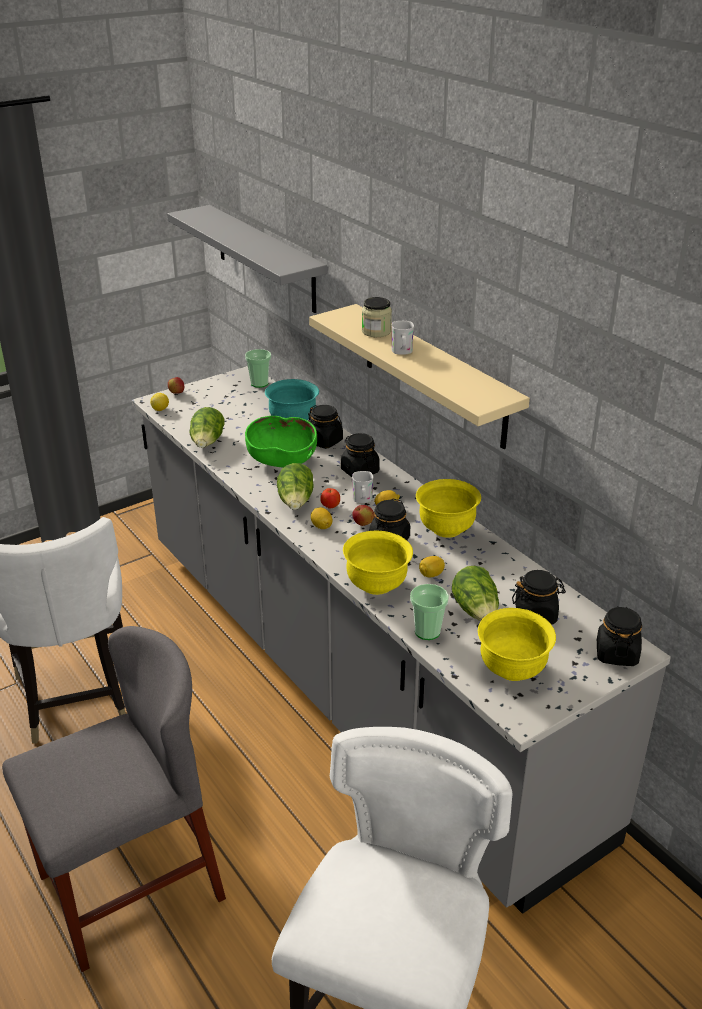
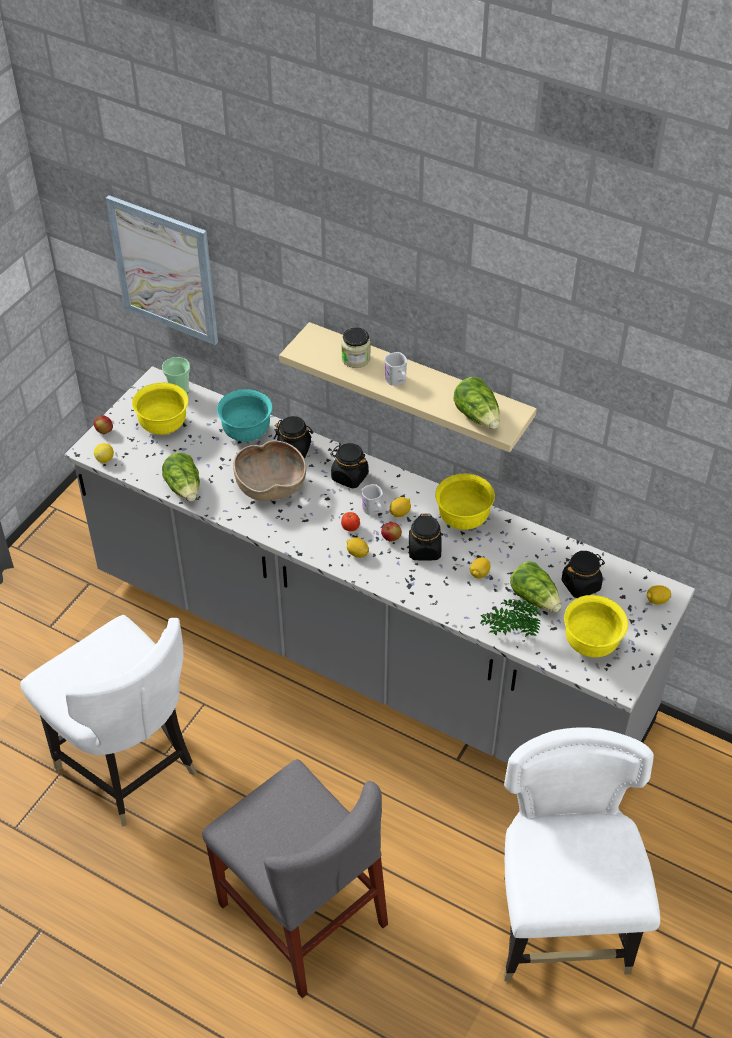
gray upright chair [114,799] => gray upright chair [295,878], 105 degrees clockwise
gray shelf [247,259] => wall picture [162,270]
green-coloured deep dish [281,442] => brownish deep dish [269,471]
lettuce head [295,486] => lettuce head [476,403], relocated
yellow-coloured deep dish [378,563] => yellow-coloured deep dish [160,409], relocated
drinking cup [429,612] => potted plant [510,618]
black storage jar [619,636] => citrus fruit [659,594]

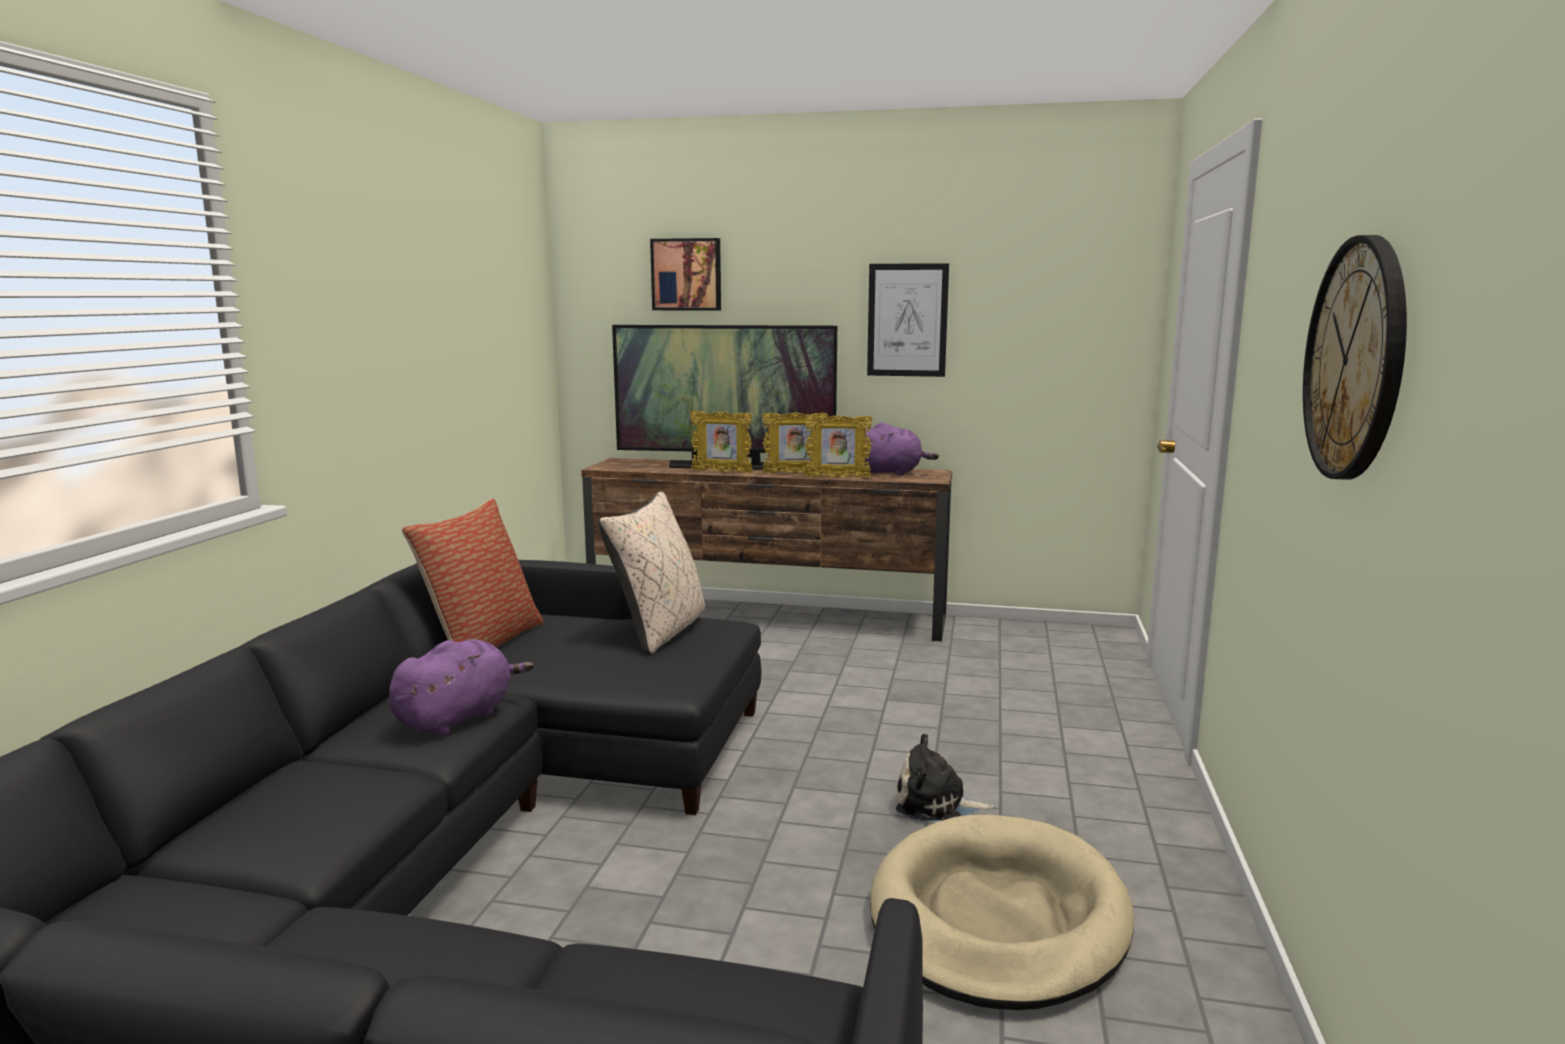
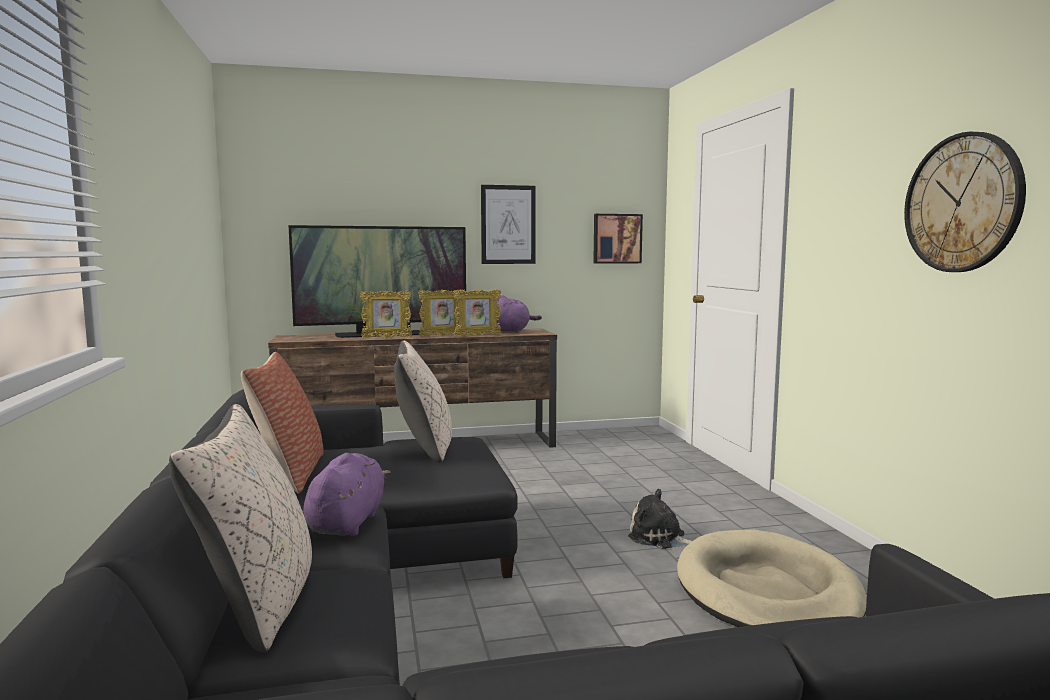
wall picture [685,274] => wall picture [618,239], relocated
cuddly toy [945,777] => cuddly toy [660,519], 45 degrees clockwise
nothing => sand-coloured cushion [240,528]

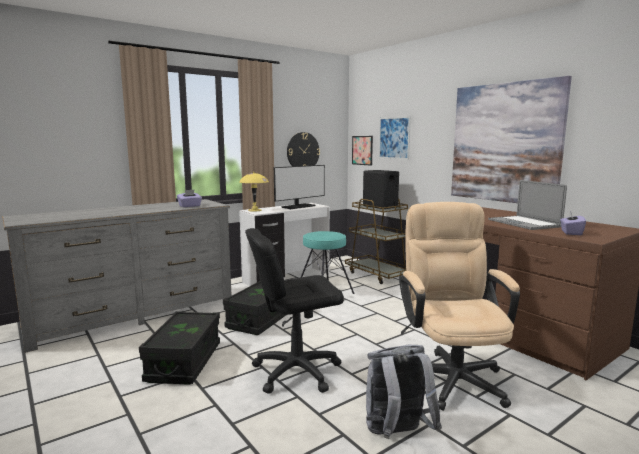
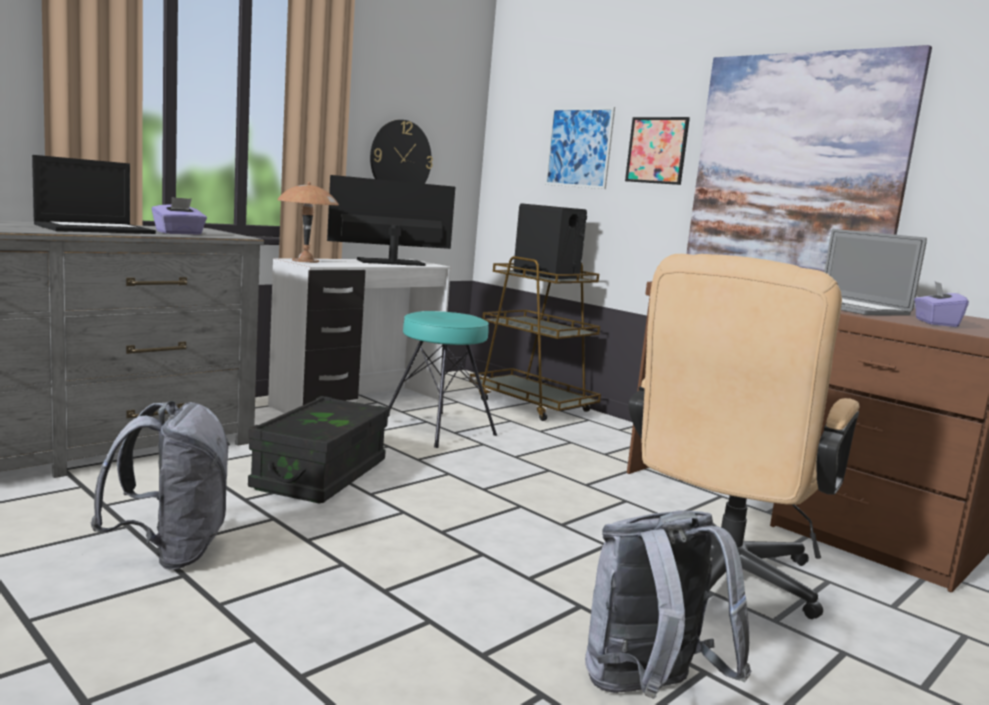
black storage box [179,348] => gray knapsack [160,485]
yellow-coloured table lamp [254,192] => brownish table lamp [308,222]
black desk chair [294,311] => nothing
computer display [299,187] => computer display [391,220], 150 degrees counterclockwise
wall picture [362,151] => wall picture [657,151], relocated
sand-coloured desk chair [459,306] => sand-coloured desk chair [744,436], 135 degrees counterclockwise
nothing => notebook computer [94,194]

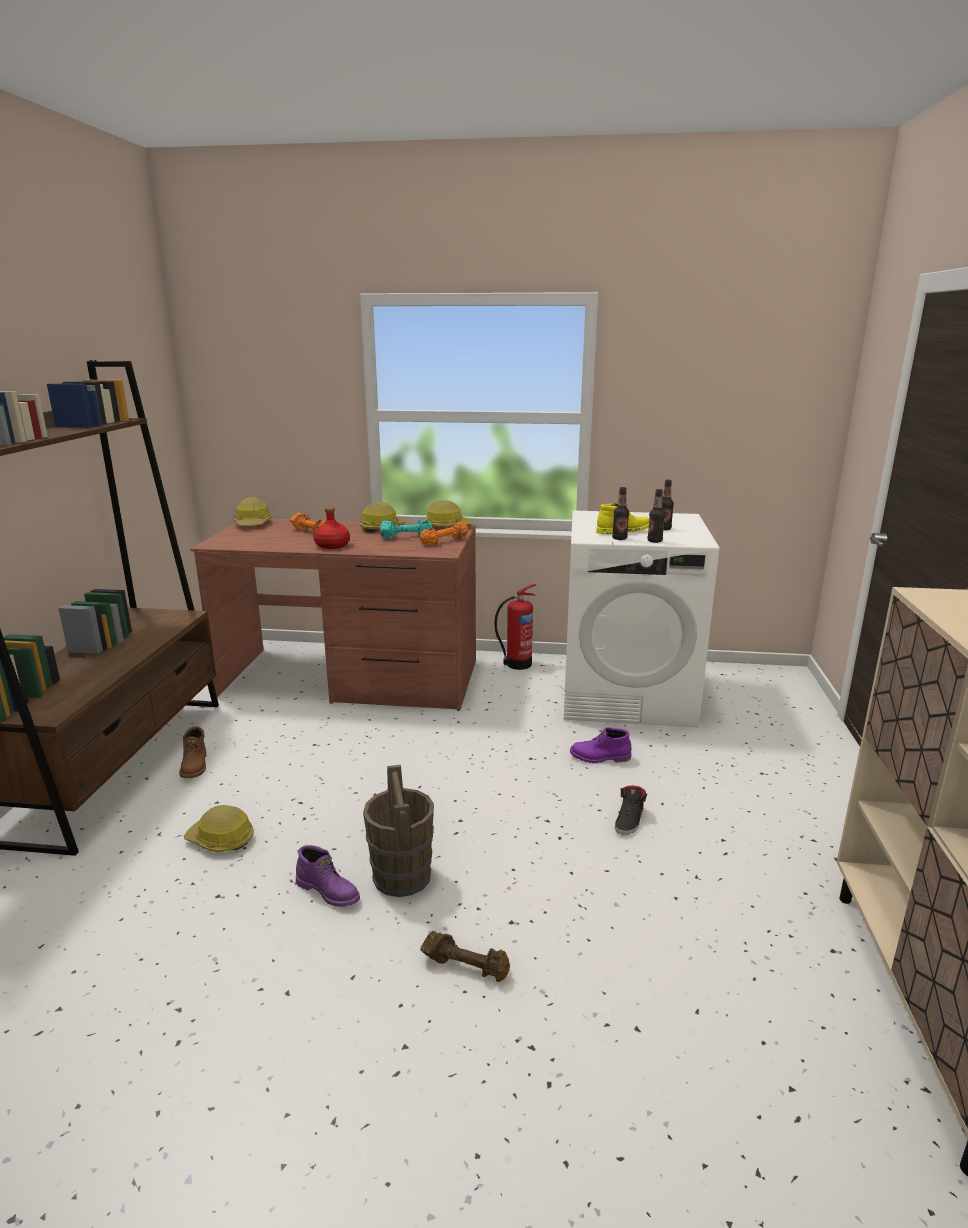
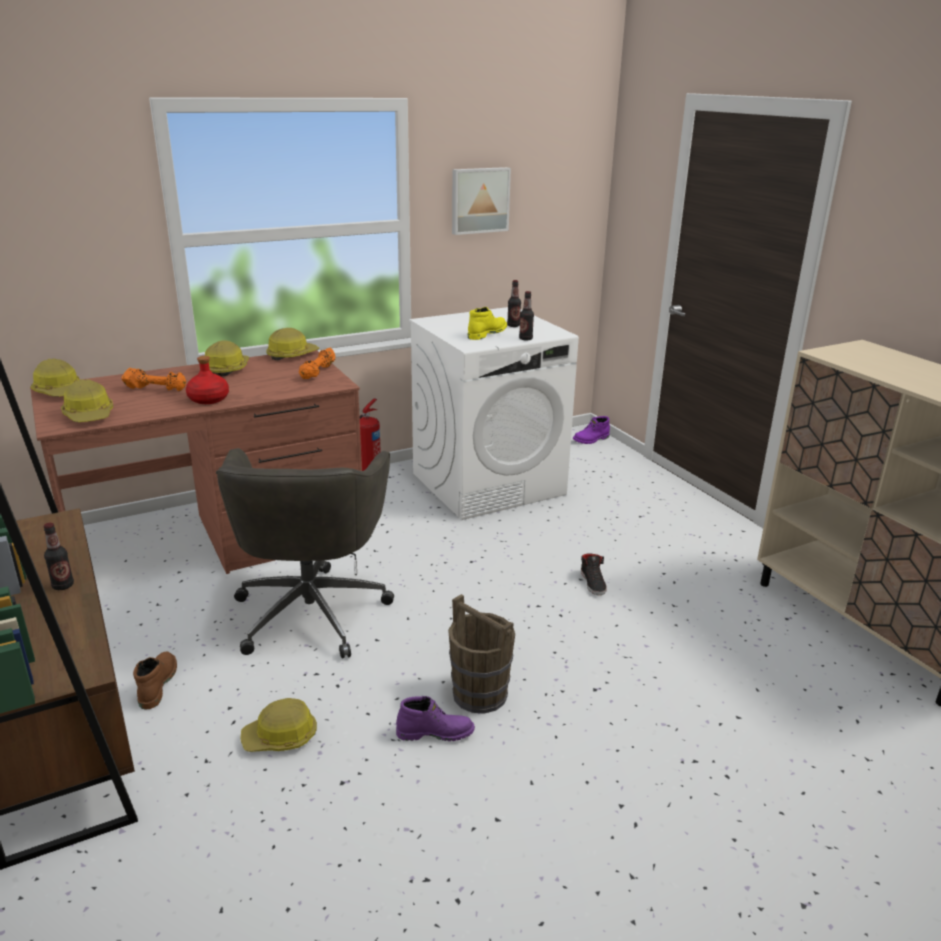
brownish high-top boot [192,752] => brownish high-top boot [155,680], 135 degrees counterclockwise
turquoise hand weight [406,529] => nothing
brownish hand weight [465,956] => nothing
purple high-top boot [601,745] => purple high-top boot [591,430], relocated
drink bottle [620,513] => drink bottle [59,556], relocated
nothing => safety helmet [87,400]
nothing => gray desk chair [305,553]
nothing => wall picture [481,201]

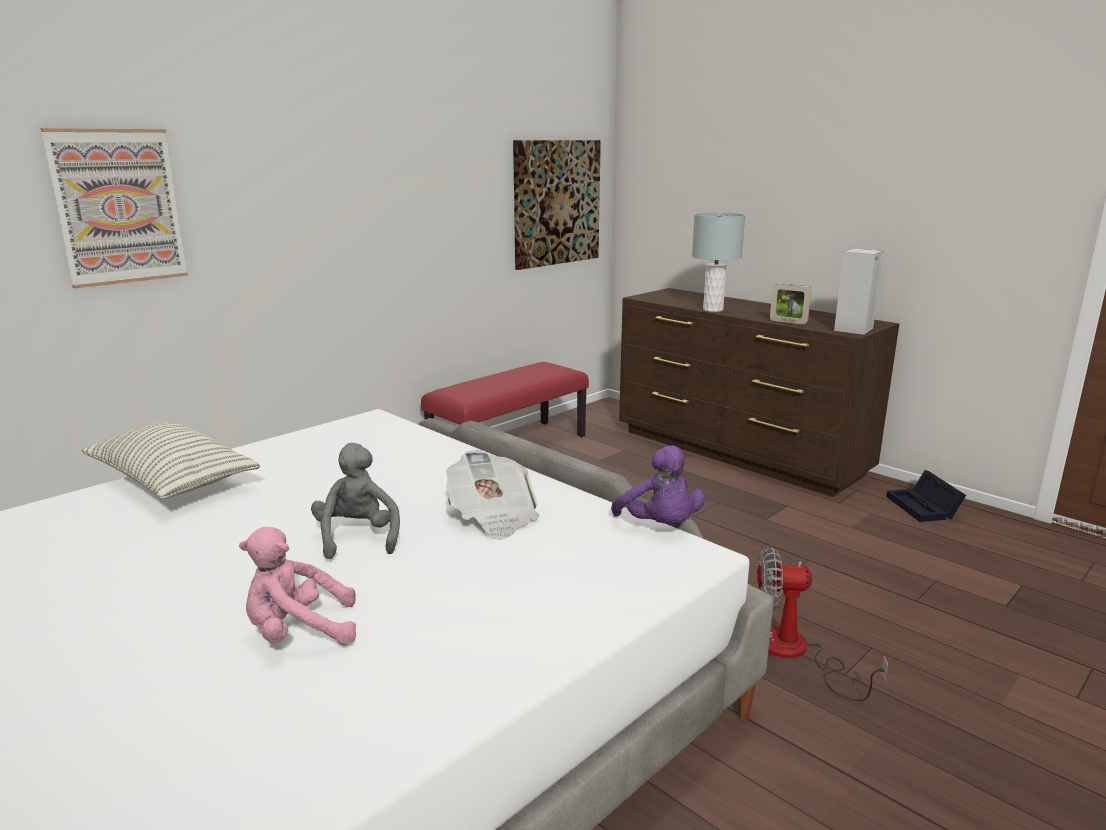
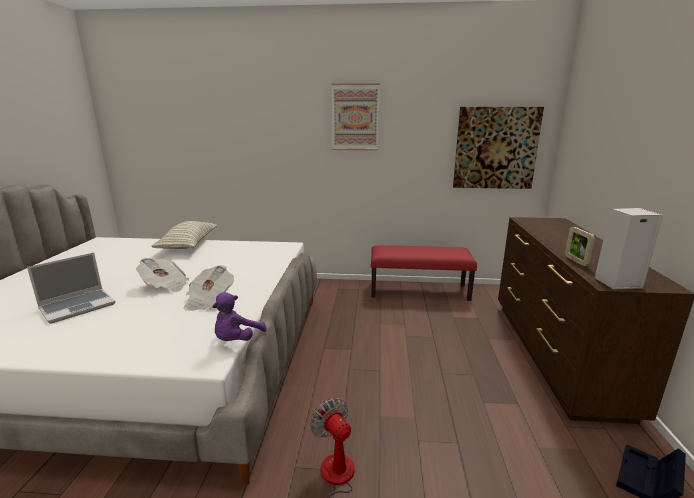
wall picture [114,208] => wall picture [356,116], relocated
pink-coloured cuddly toy [297,586] => notebook computer [71,288]
gray cuddly toy [355,501] => daily paper [162,275]
gray table lamp [718,262] => nothing

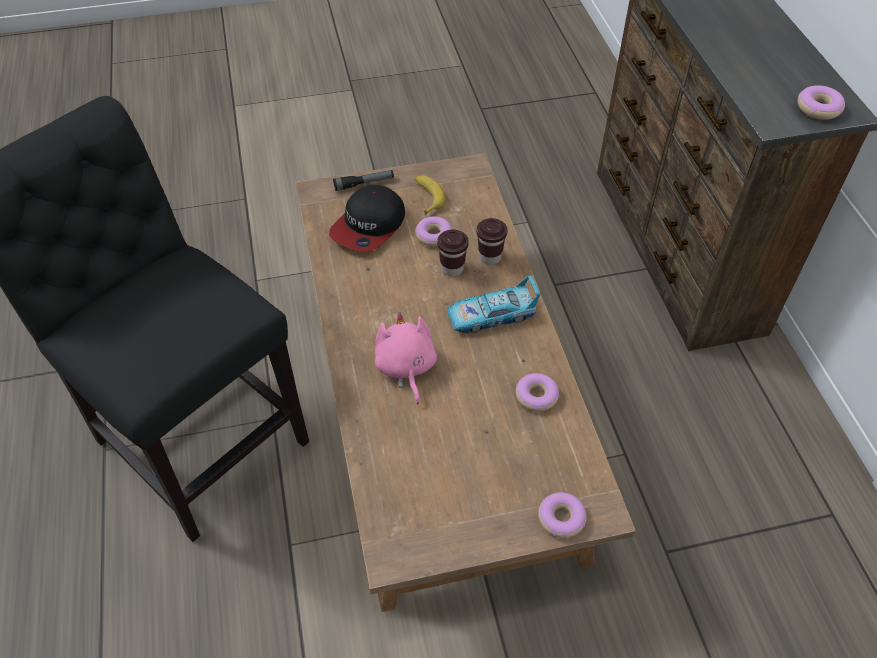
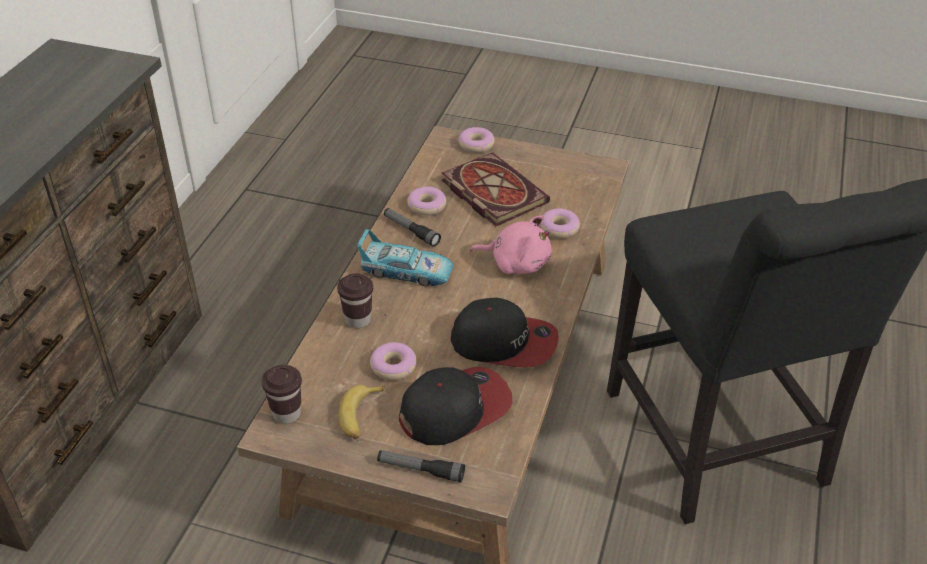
pink-coloured cuddly toy [406,358] => pink-coloured cuddly toy [511,244], 90 degrees counterclockwise
brownish drinking cup [453,253] => brownish drinking cup [281,394], relocated
donut [821,102] => donut [560,223], relocated
nothing => hand torch [412,227]
nothing => volume [496,189]
nothing => peaked cap [505,333]

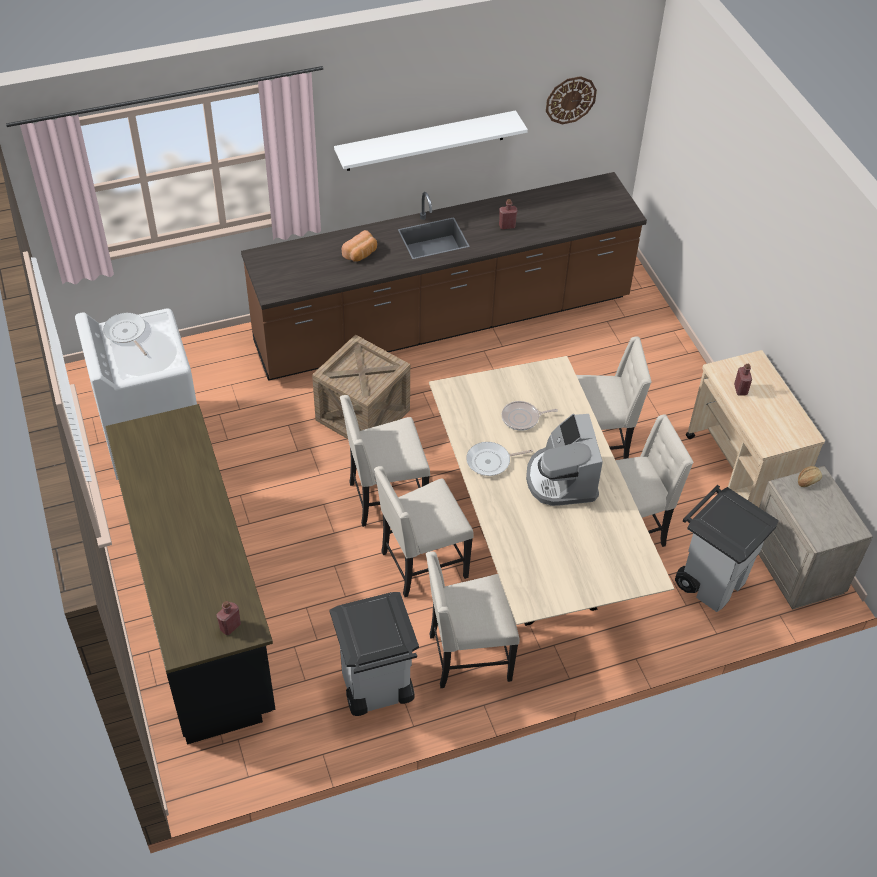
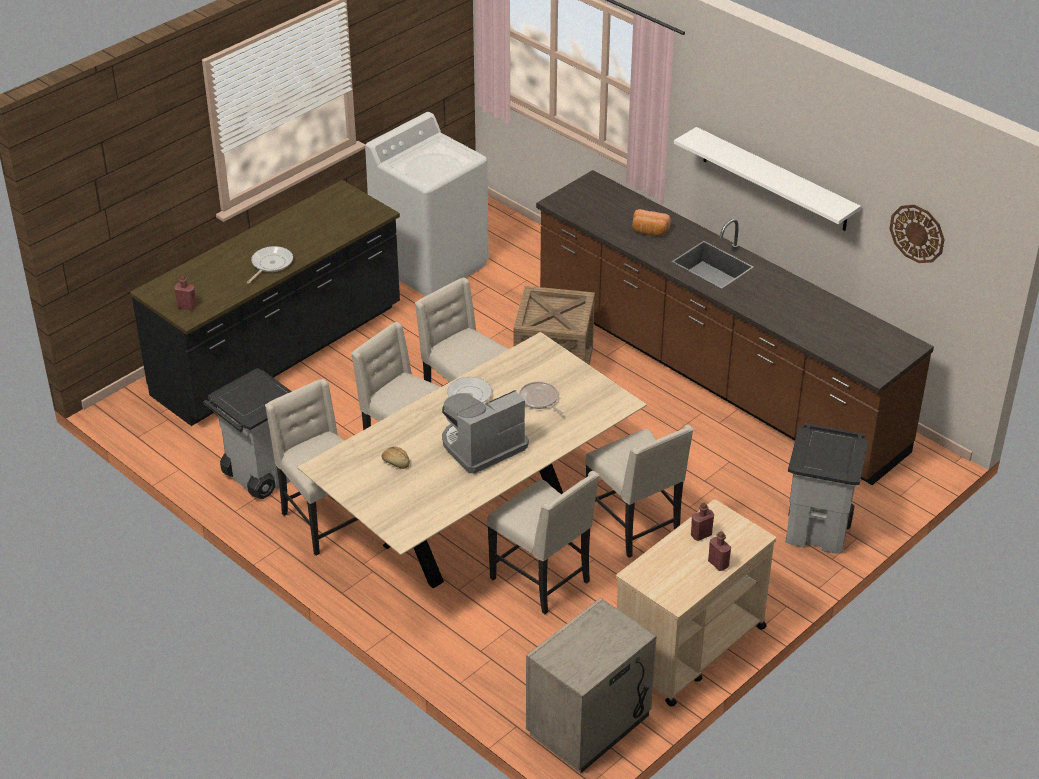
skillet [125,334] => skillet [270,265], relocated
red-coloured drink bottle [508,214] => red-coloured drink bottle [719,551], relocated
gray trash can [727,548] => gray trash can [827,488], relocated
baked bread [810,476] => baked bread [396,457], relocated

